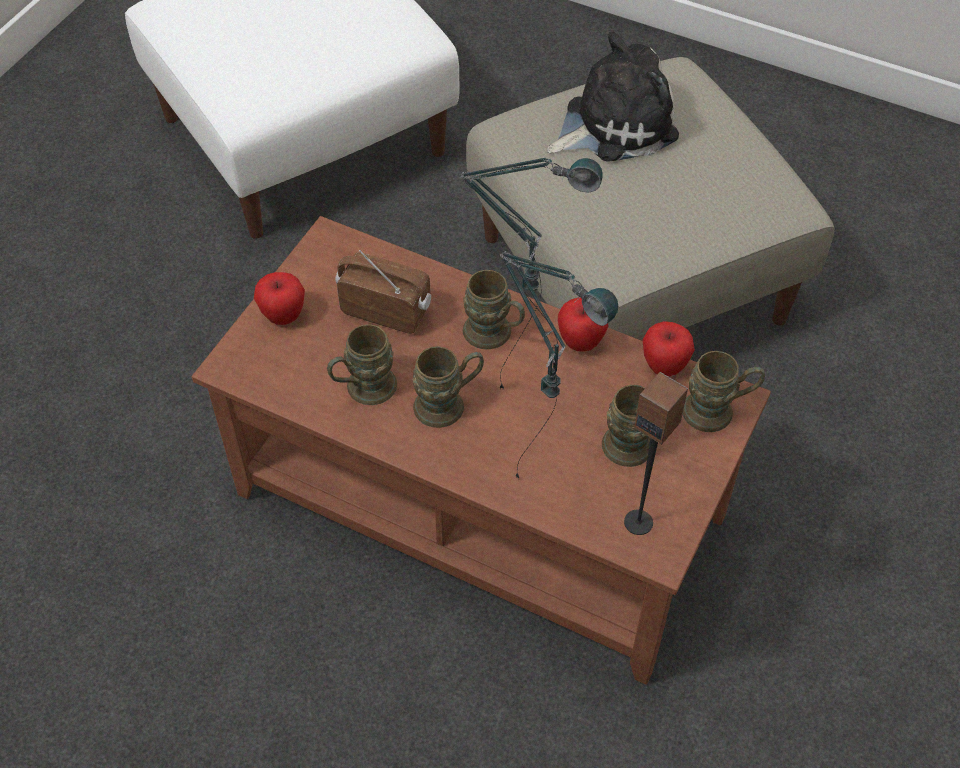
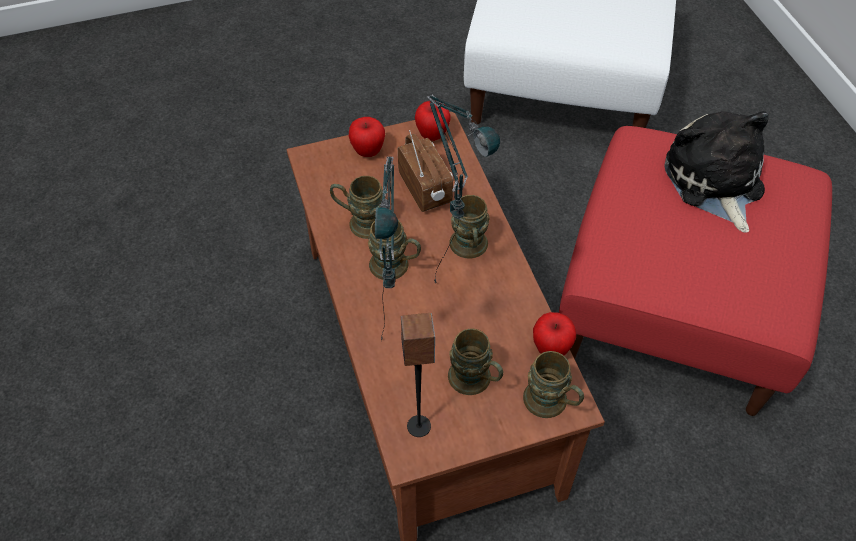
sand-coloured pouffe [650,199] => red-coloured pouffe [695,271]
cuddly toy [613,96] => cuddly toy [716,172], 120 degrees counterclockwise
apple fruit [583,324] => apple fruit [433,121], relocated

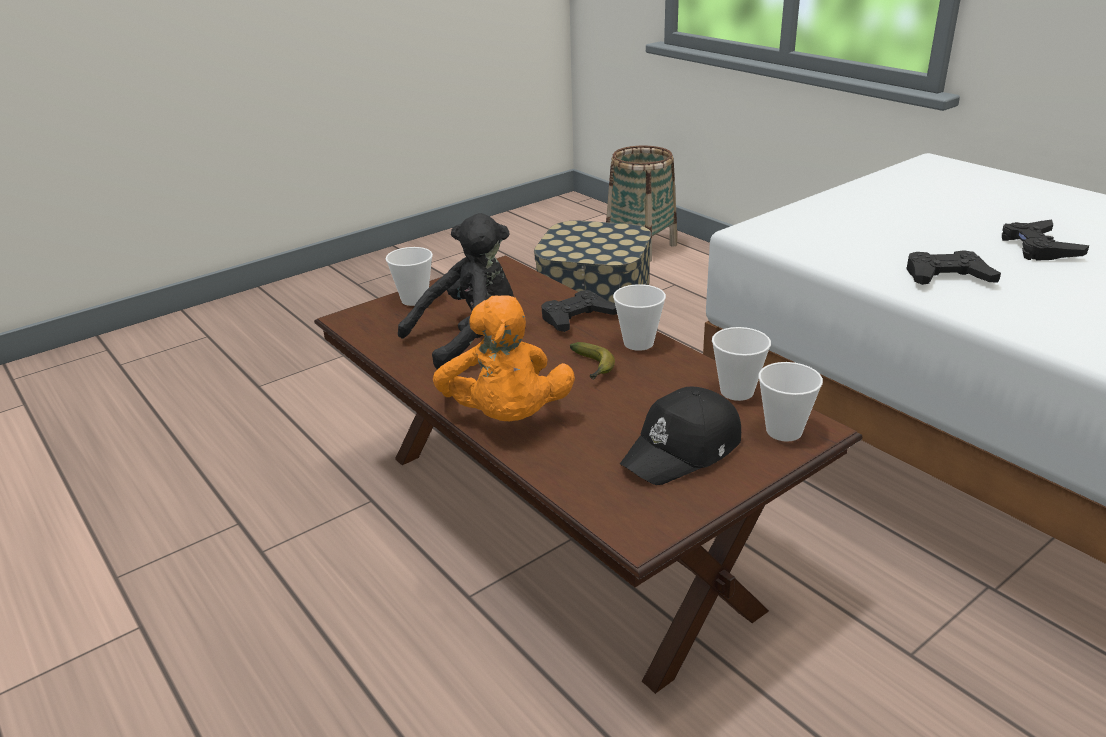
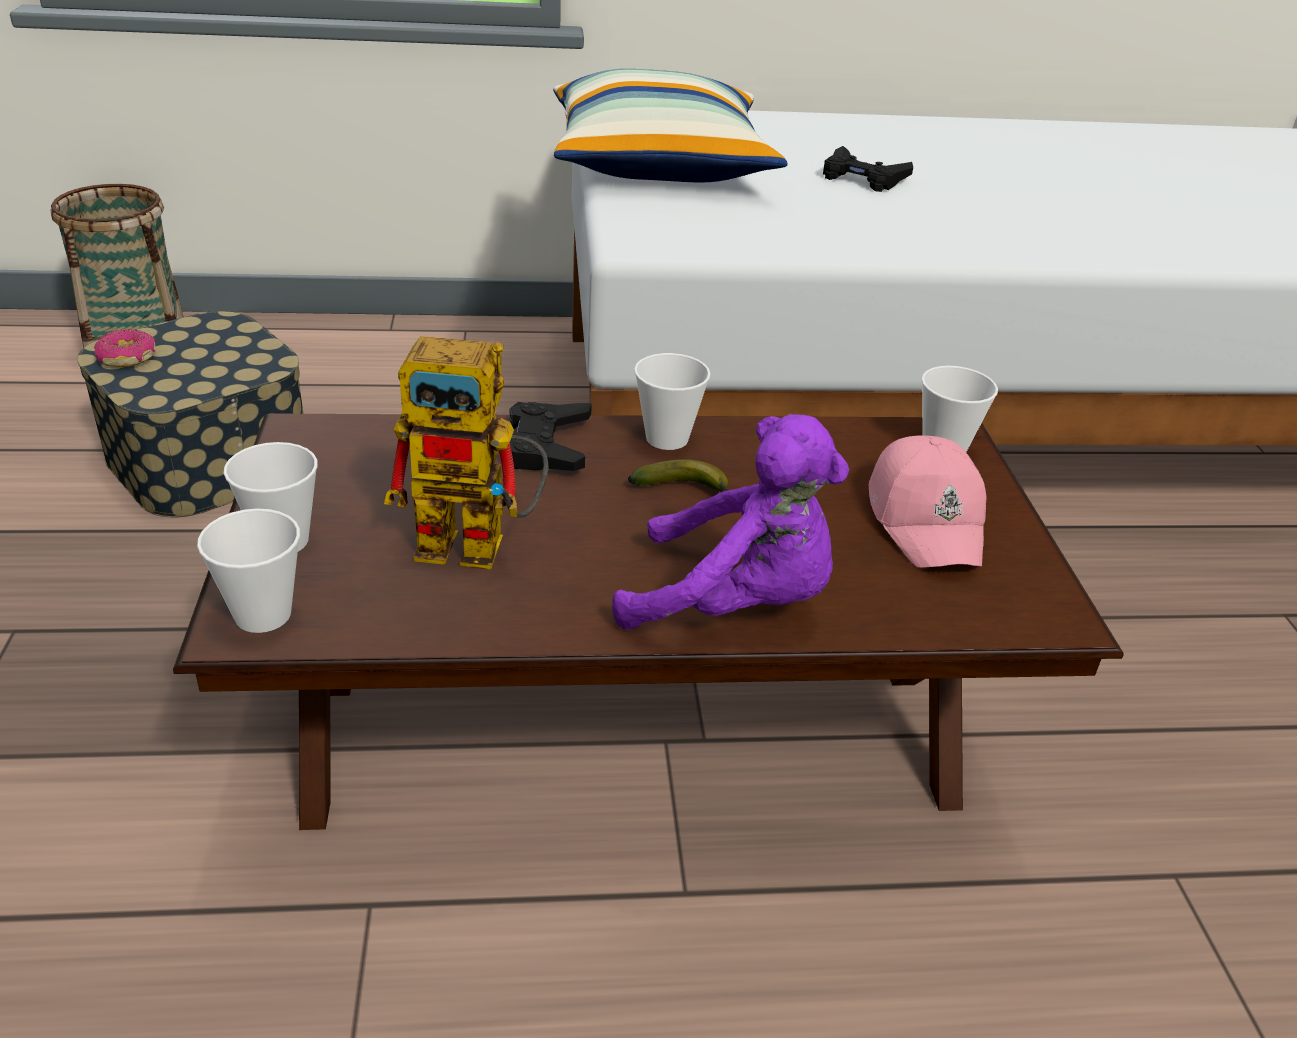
black cuddly toy [455,291] => model robot [466,452]
orange cuddly toy [504,358] => purple cuddly toy [730,522]
black peaked cap [680,436] => pink-coloured peaked cap [928,501]
drinking cup [741,364] => drinking cup [248,570], relocated
black joypad [954,267] => nothing
nothing => donut [125,348]
nothing => cushion [670,125]

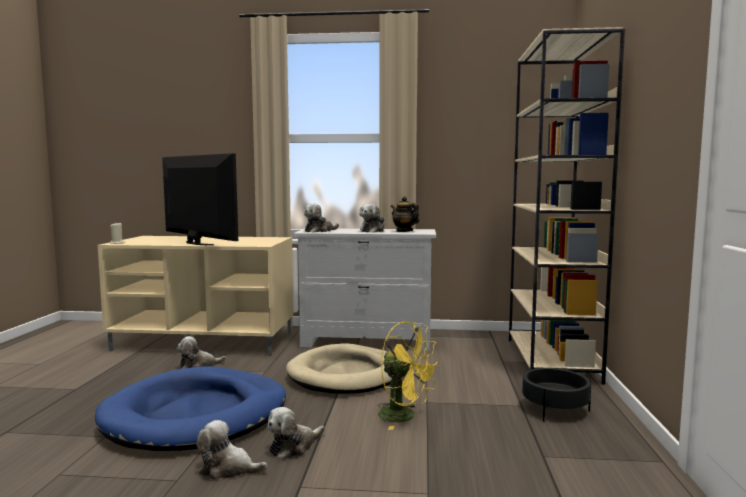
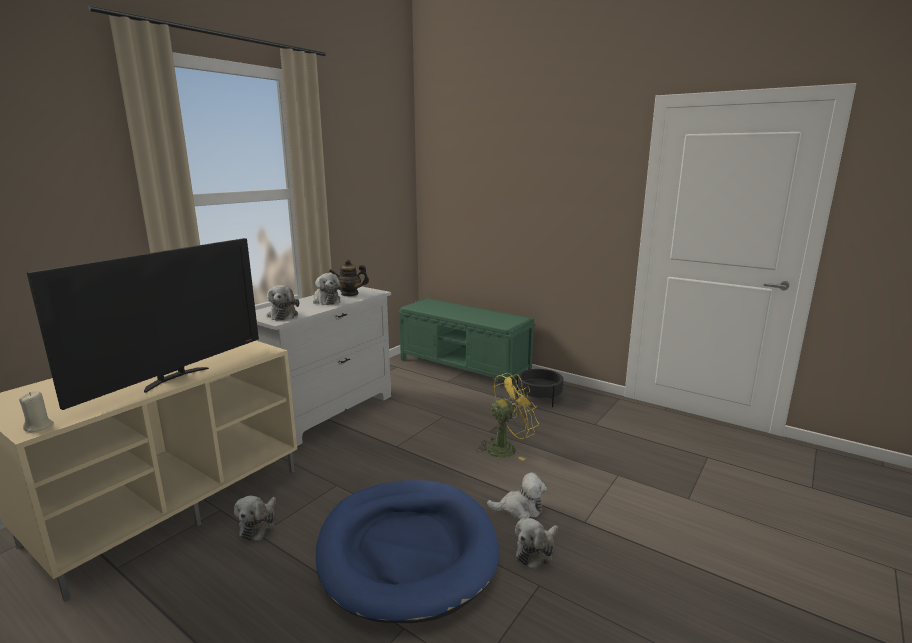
TV [200,199] => TV [142,324], 135 degrees clockwise
cuddly toy [296,433] => cuddly toy [517,495], 75 degrees counterclockwise
sand-coloured dog bed [344,368] => nothing
sand-coloured shelving unit [567,206] => green-coloured long seat [467,343]

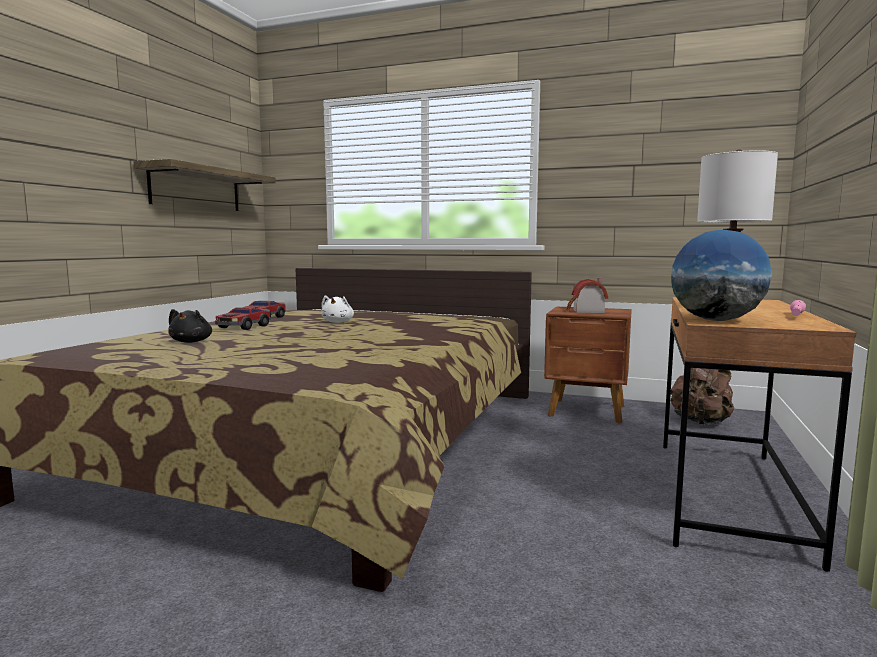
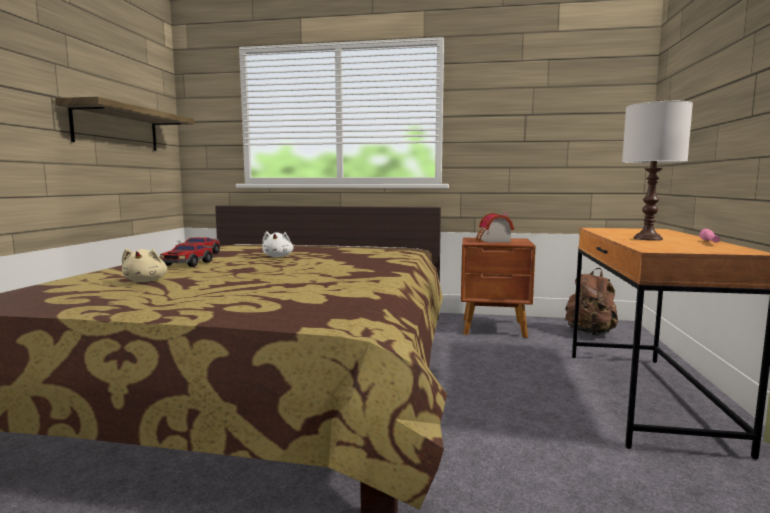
black cuddly toy [190,326] => sand-coloured cuddly toy [144,265]
globe [721,275] => nothing

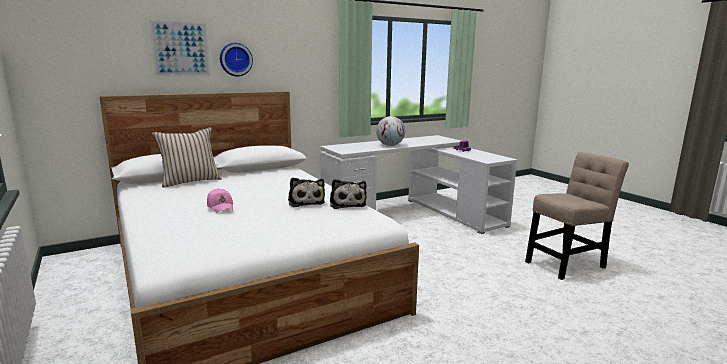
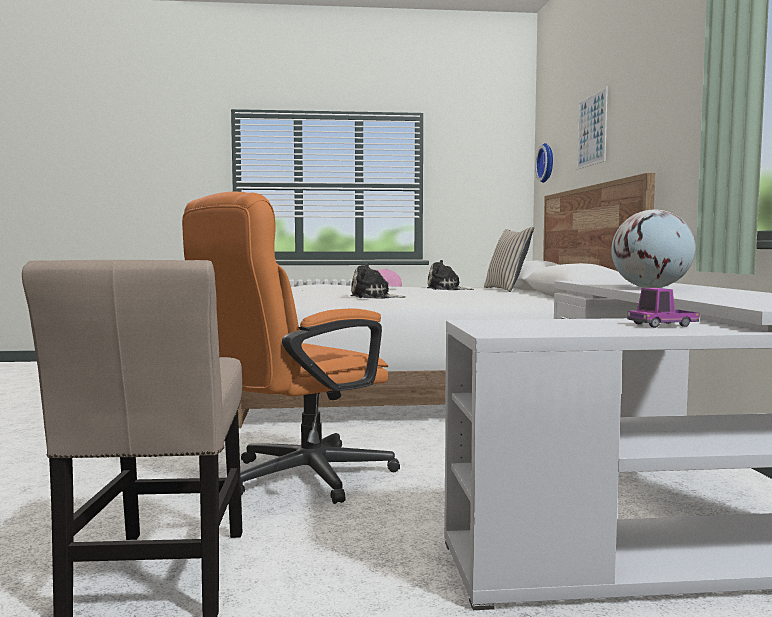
wall clock [236,60] => wall clock [544,163], relocated
cuddly toy [348,194] => cuddly toy [450,275], relocated
nothing => orange desk chair [291,348]

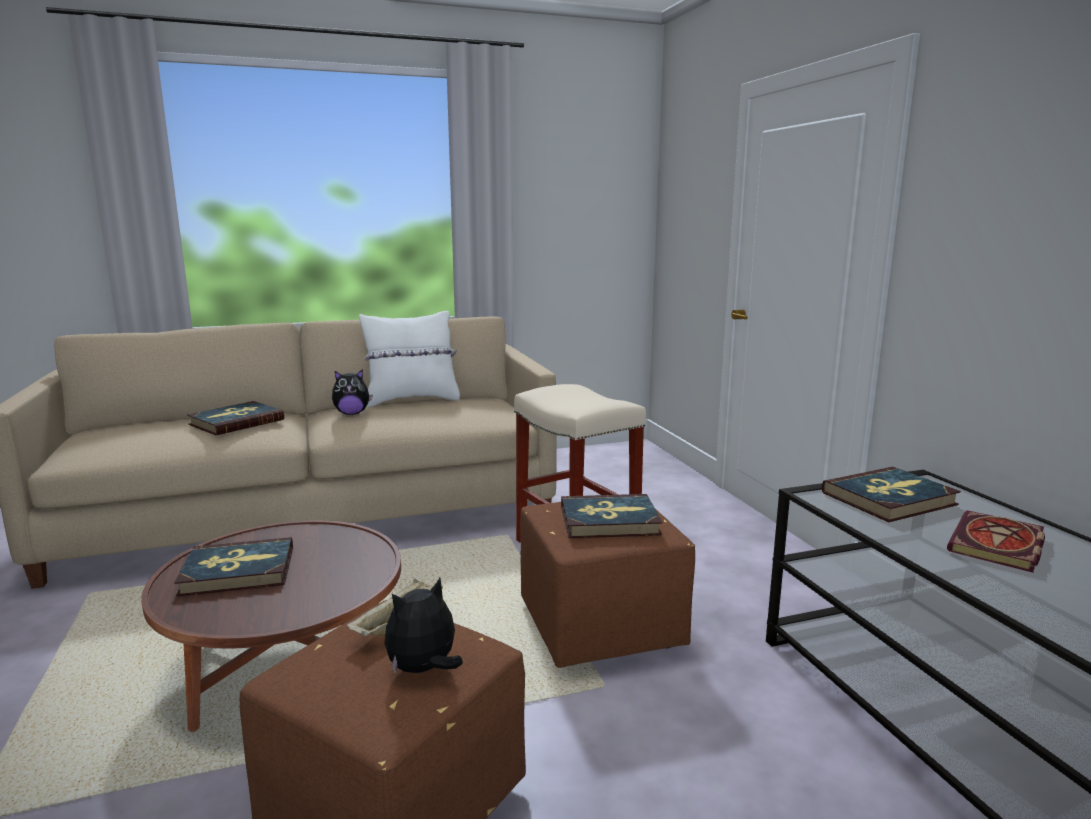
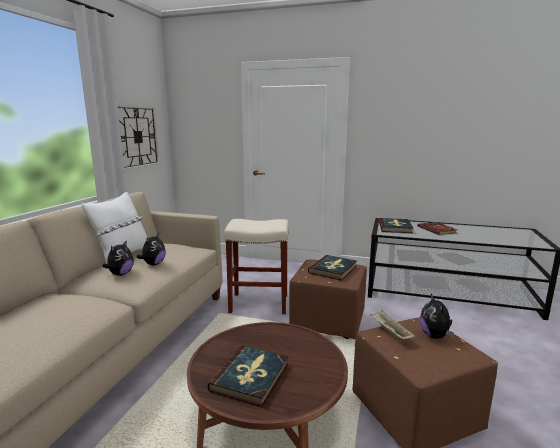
volume [235,418] => nothing
nothing => wall clock [138,137]
nothing => cuddly toy [151,249]

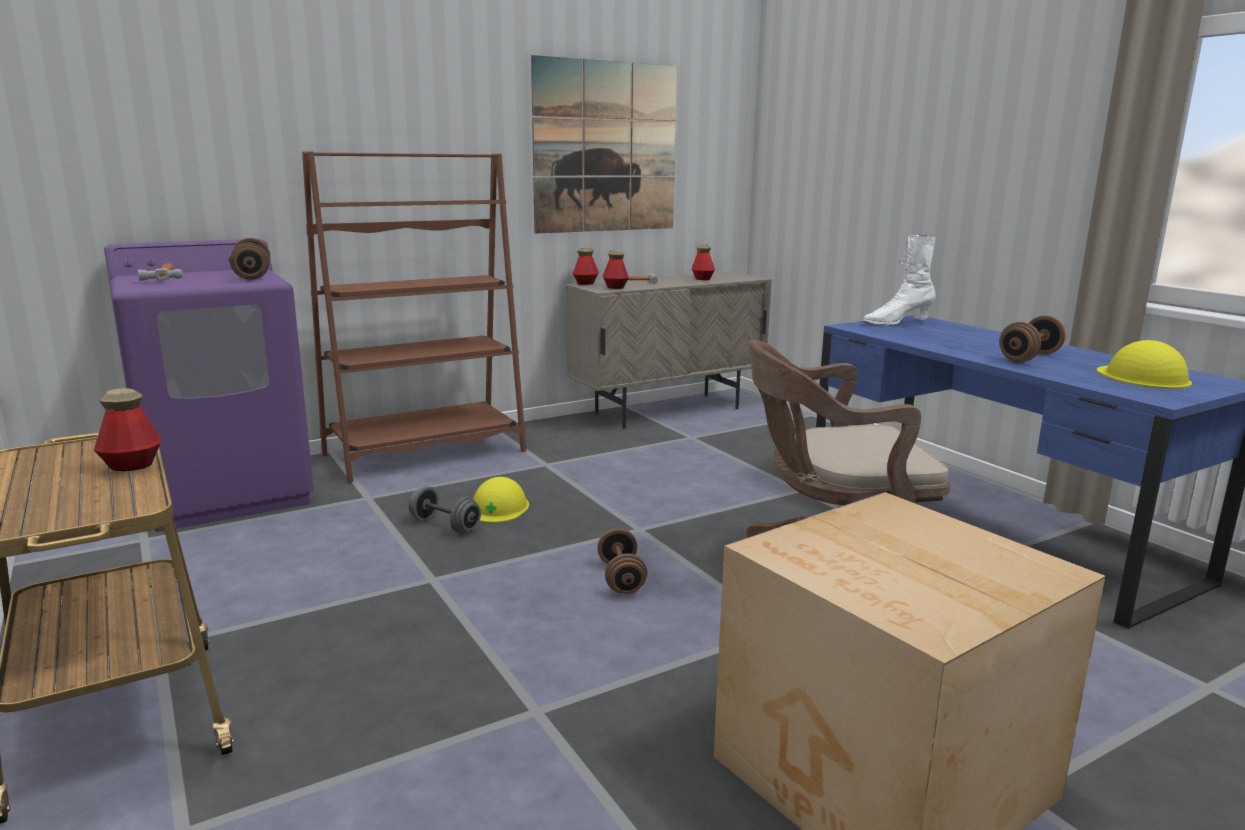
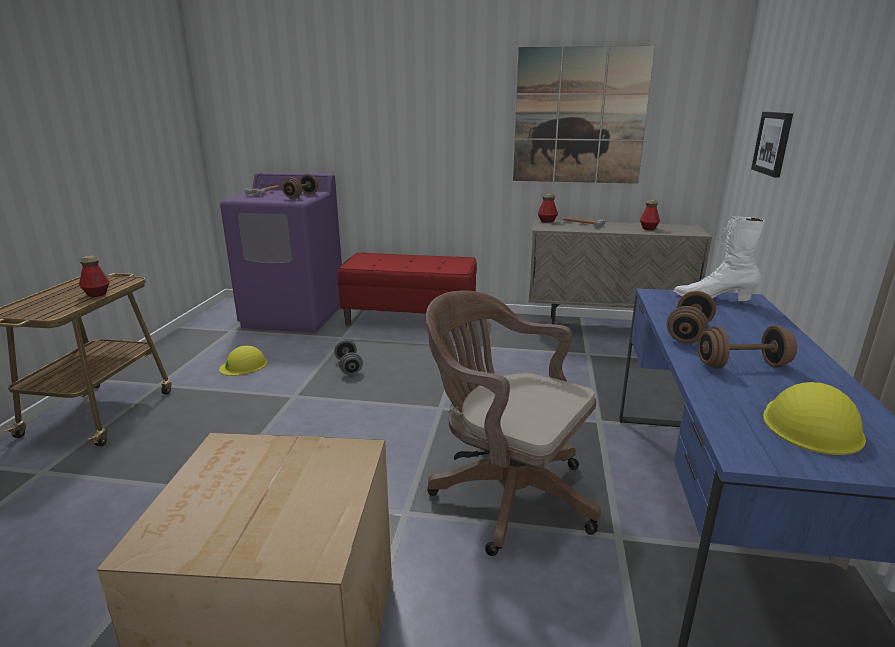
brownish shelving unit [414,317] => red-coloured long seat [407,290]
yellow-coloured safety helmet [501,500] => yellow-coloured safety helmet [243,361], relocated
brownish hand weight [622,561] => brownish hand weight [691,317], relocated
drink bottle [616,269] => nothing
nothing => wall picture [772,145]

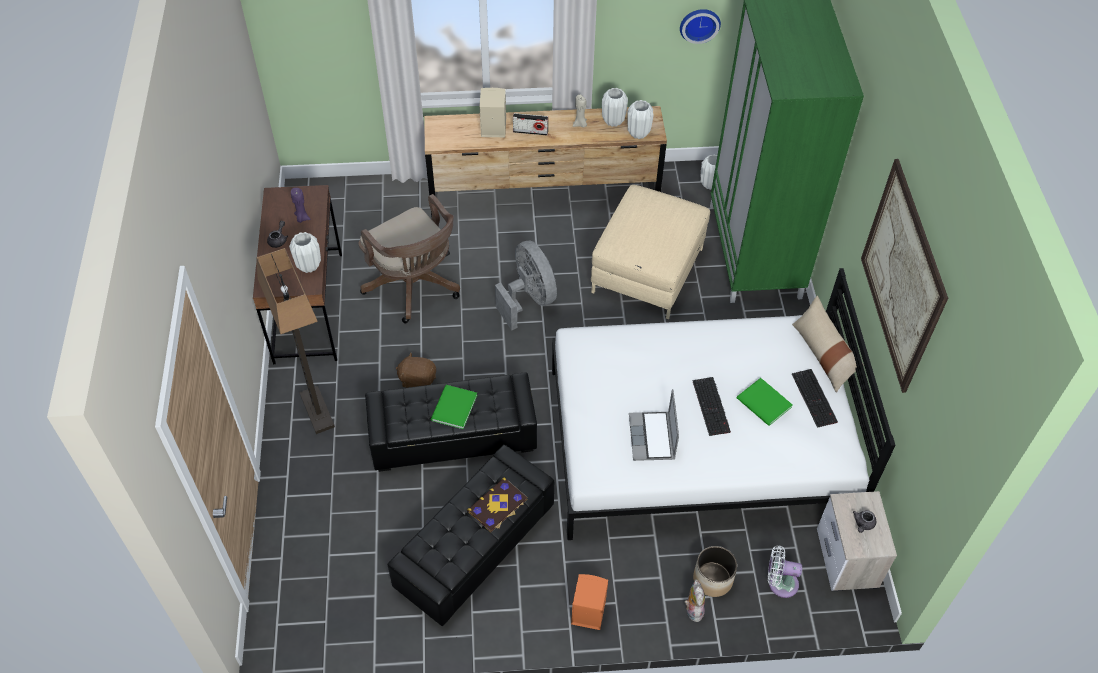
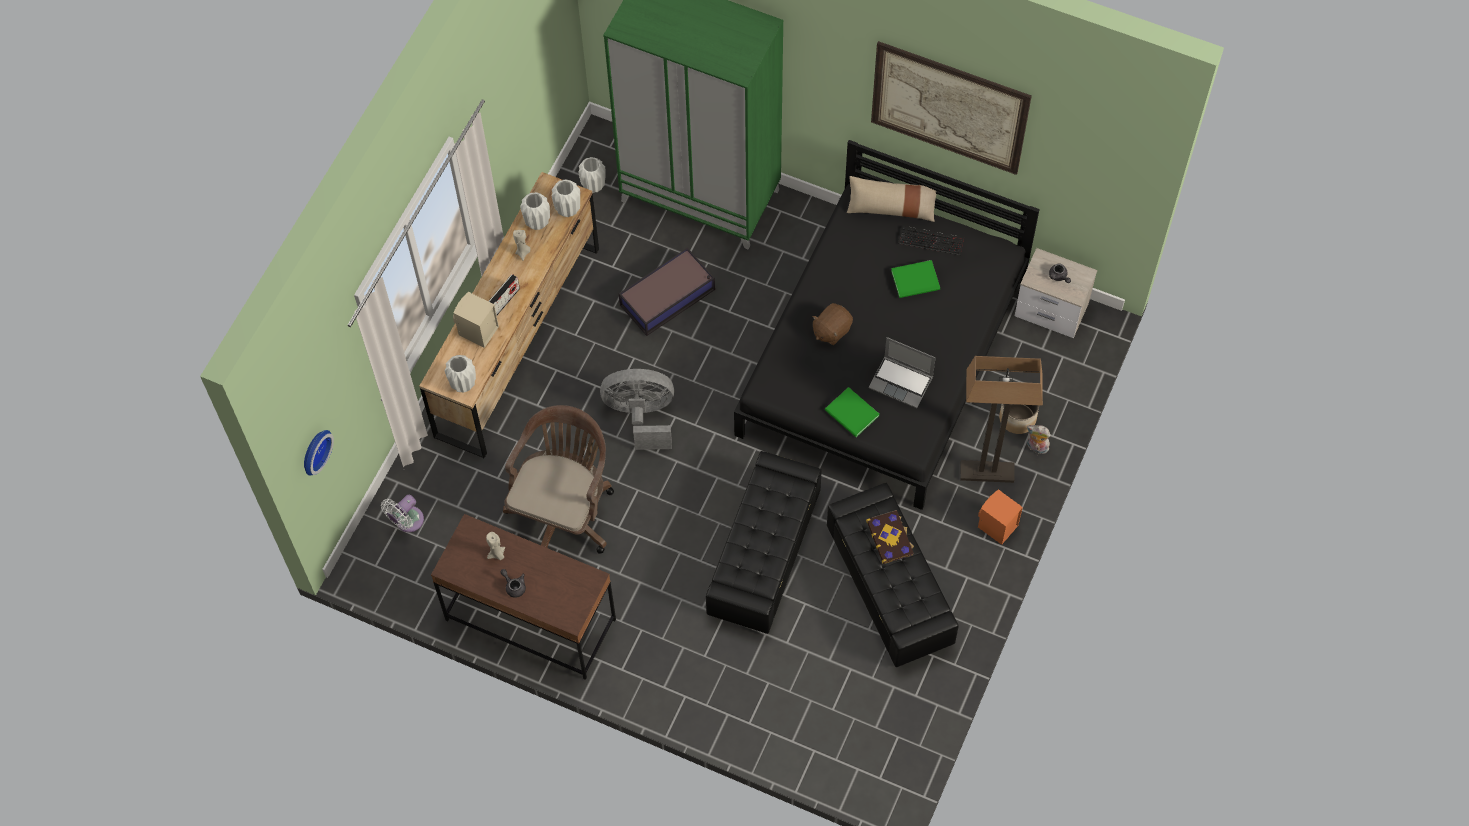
standard lamp [296,341] => standard lamp [1001,419], relocated
white flower vase [305,252] => white flower vase [460,373], relocated
purple wax light [300,205] => sand-coloured wax light [495,546]
brownish desk chair [409,258] => brownish desk chair [558,479], 60 degrees counterclockwise
brownish cuddly toy [416,370] => brownish cuddly toy [832,324], relocated
green-coloured volume [454,407] => green-coloured volume [852,412], relocated
white sleeping bed [724,404] => black sleeping bed [887,325]
sand-coloured pouffe [650,252] => storage box [667,291]
wall clock [700,26] => wall clock [319,453], relocated
PC keyboard [711,406] => nothing
white electric fan [785,571] => white electric fan [402,513], relocated

